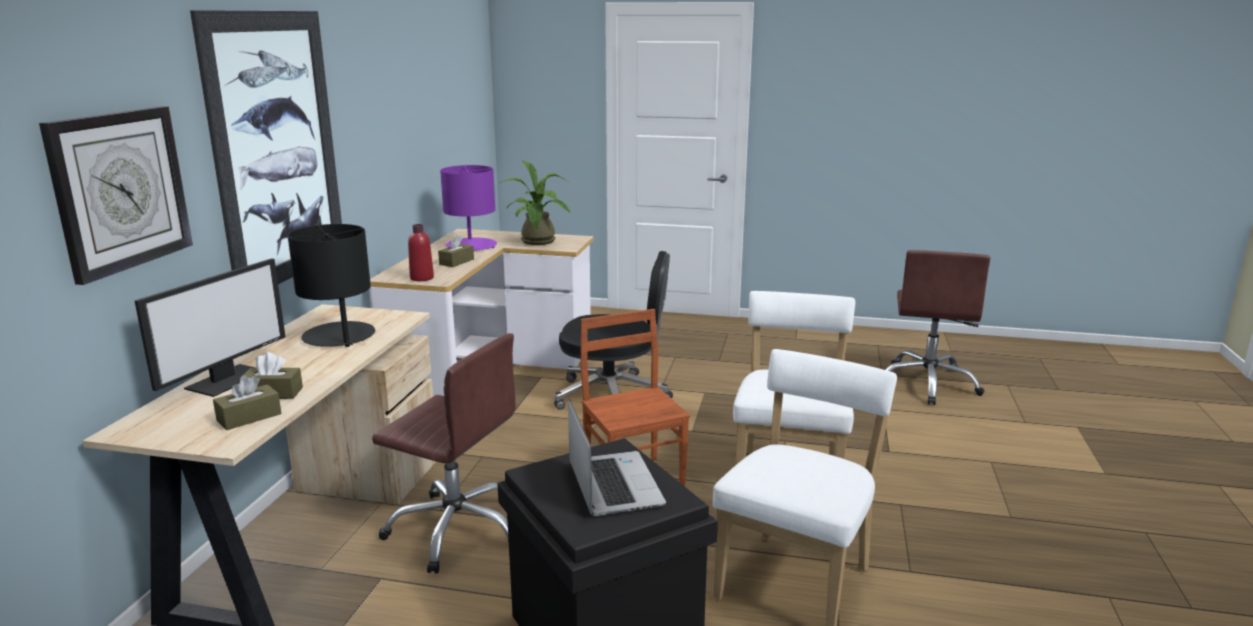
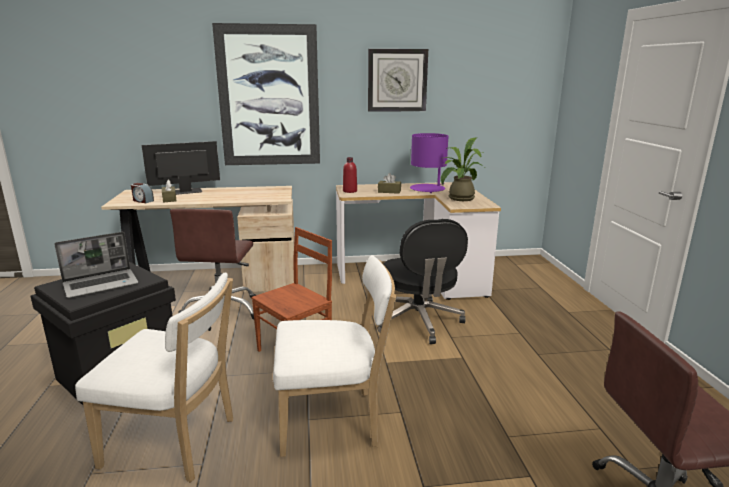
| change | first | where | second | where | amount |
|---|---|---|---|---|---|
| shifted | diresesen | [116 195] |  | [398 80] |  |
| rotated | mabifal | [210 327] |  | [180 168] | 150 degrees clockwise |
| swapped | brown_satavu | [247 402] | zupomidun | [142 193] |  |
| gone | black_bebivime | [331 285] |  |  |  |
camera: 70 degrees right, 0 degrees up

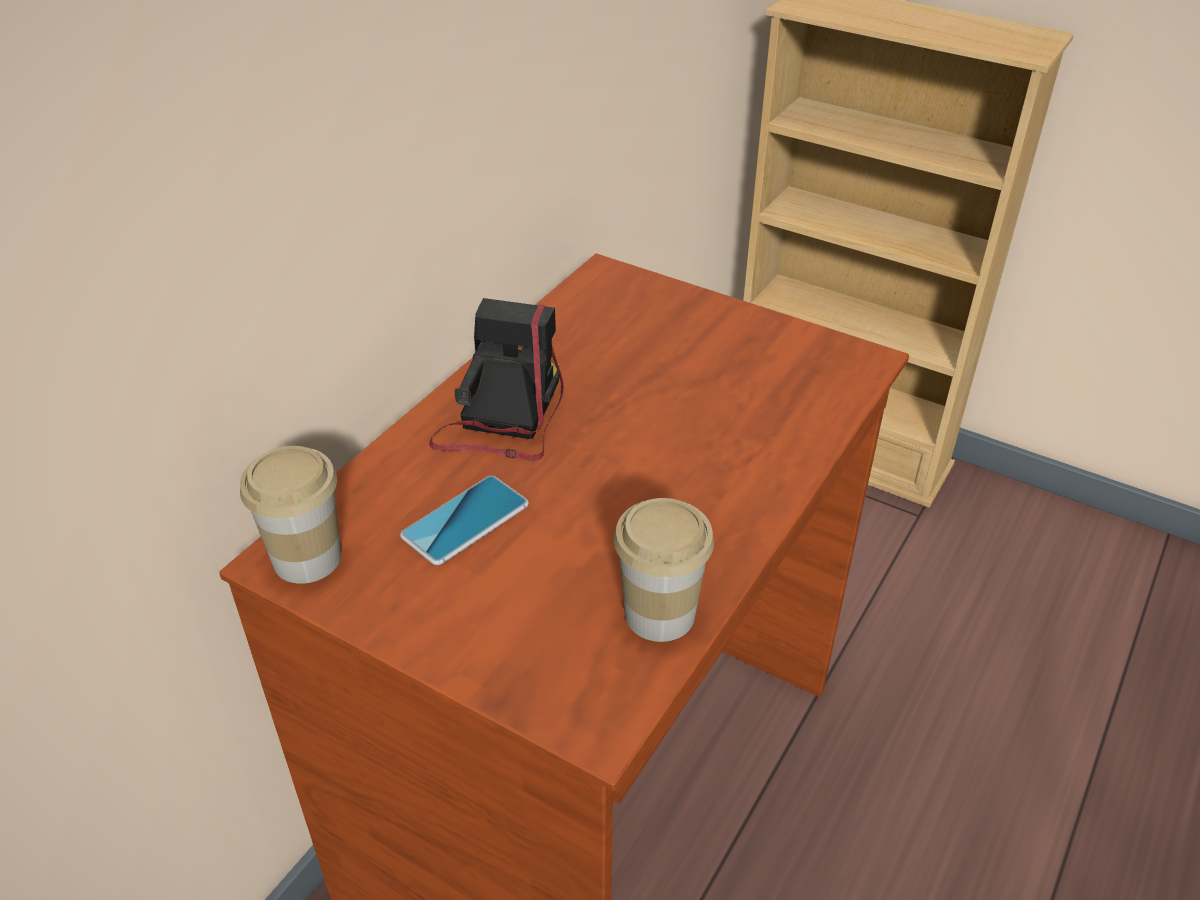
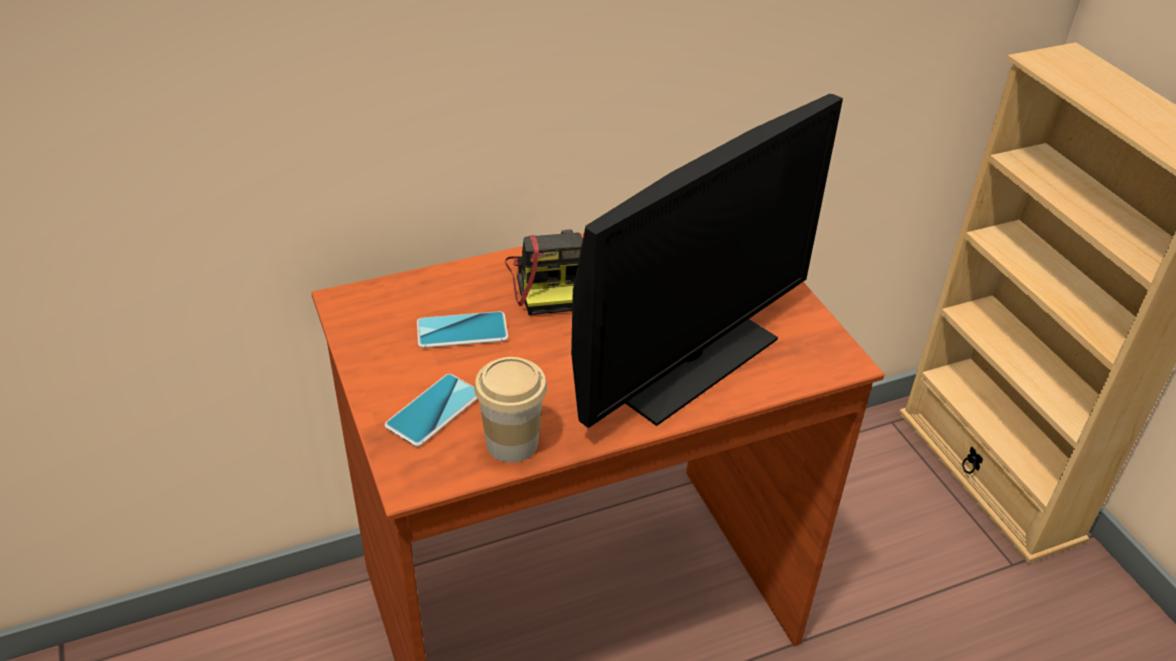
| change | first | where | second | where | amount |
|---|---|---|---|---|---|
| gone | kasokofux | [290 515] |  |  |  |
| rotated | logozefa | [496 379] |  | [544 272] | 120 degrees clockwise |
| new |  |  | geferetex | [431 410] |  |
| new |  |  | mabifal | [707 261] |  |
camera: 35 degrees right, 0 degrees up

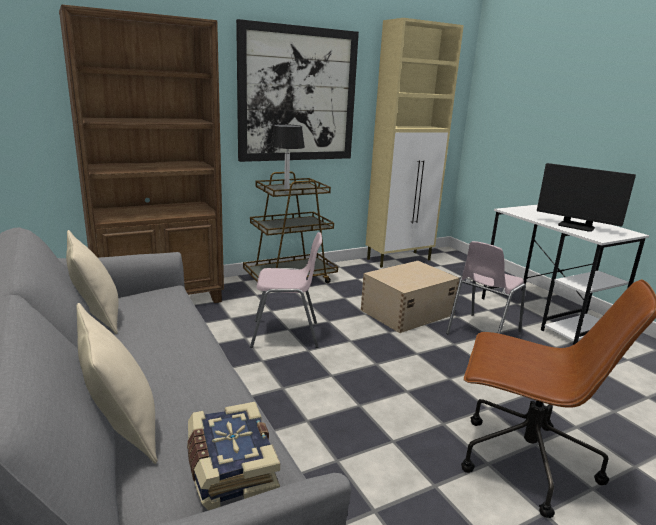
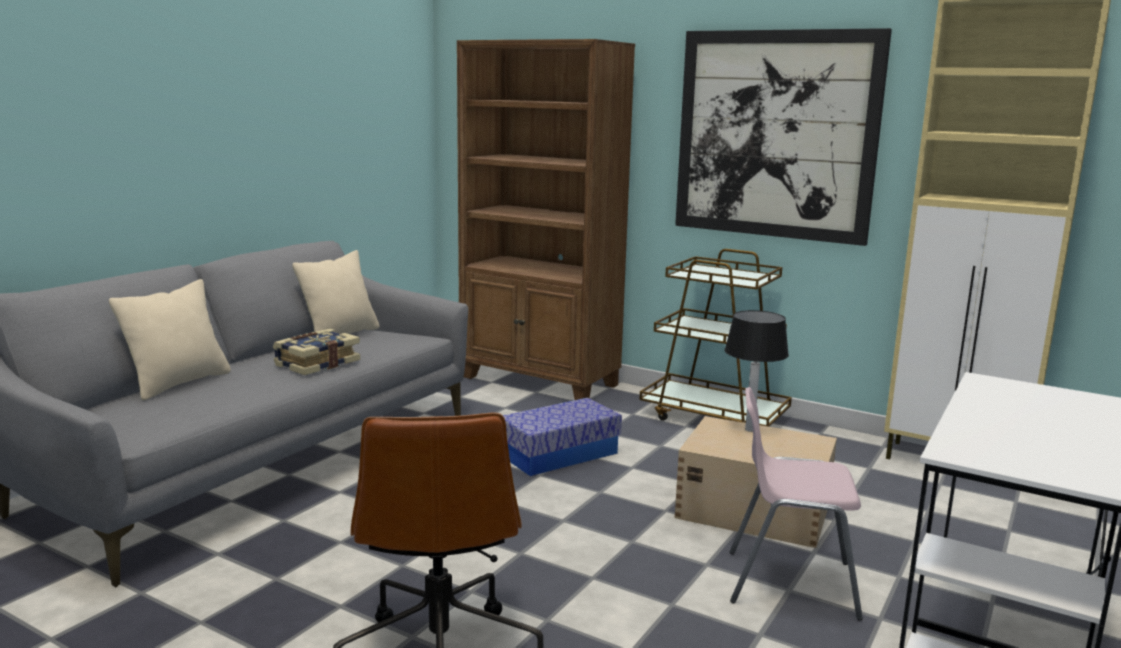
| change | first | where | second | where | amount |
|---|---|---|---|---|---|
| shifted | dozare | [233 456] |  | [316 352] |  |
| swapped | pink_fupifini | [286 290] | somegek | [562 437] |  |
| shifted | bebivime | [287 158] |  | [757 371] |  |
| gone | mabifal | [586 197] |  |  |  |
camera: 60 degrees right, 5 degrees down

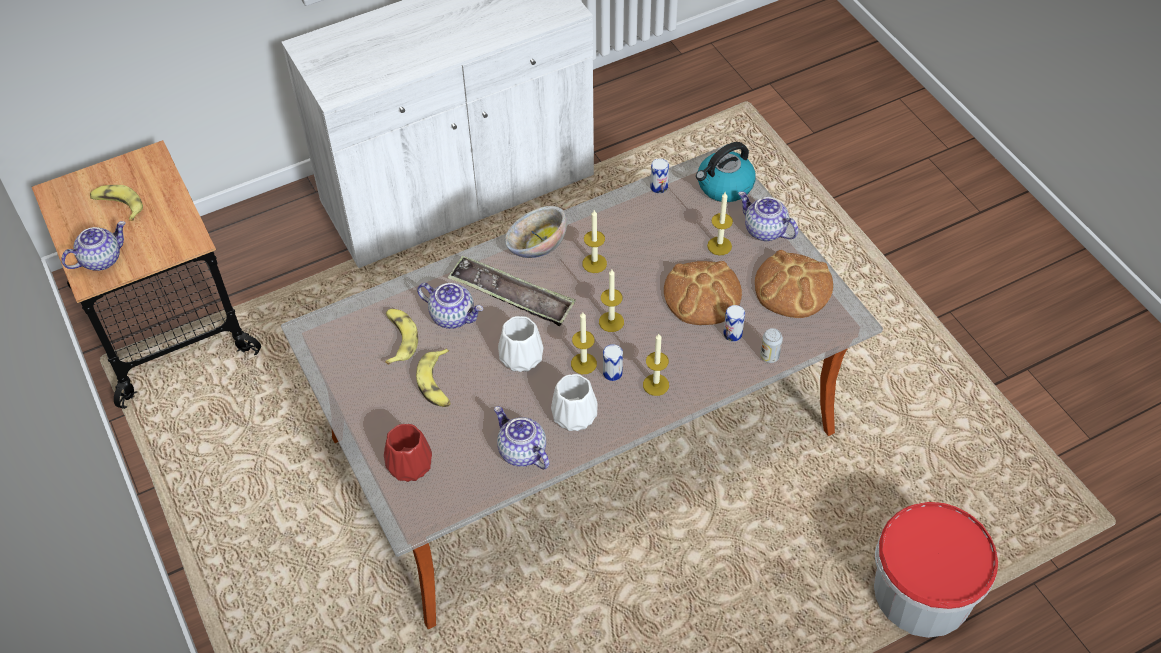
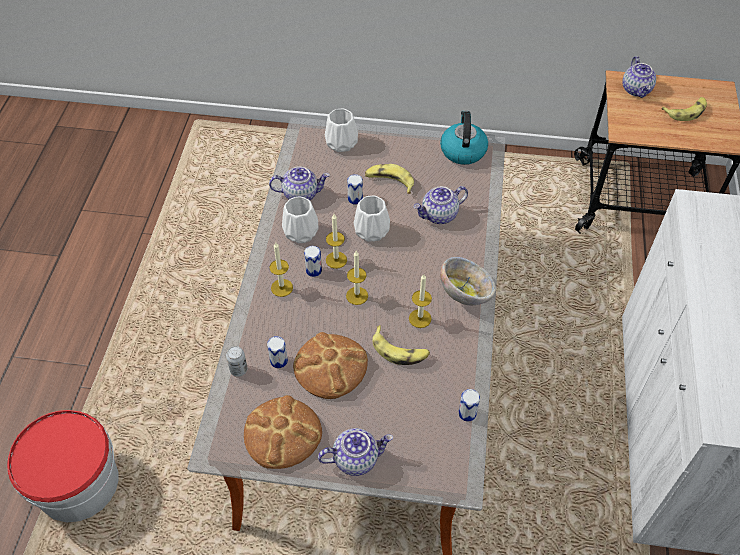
| change | first | where | second | where | amount |
|---|---|---|---|---|---|
| repainted | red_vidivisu | [408 453] | white_vidivisu | [341 130] |  |
| shifted | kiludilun | [401 337] |  | [401 345] |  |
| gone | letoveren | [511 291] |  |  |  |
| shifted | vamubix | [726 172] |  | [464 137] |  |
| gone | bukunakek | [720 223] |  |  |  |
| new |  |  | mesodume | [355 189] |  |
camera: 125 degrees right, 0 degrees up

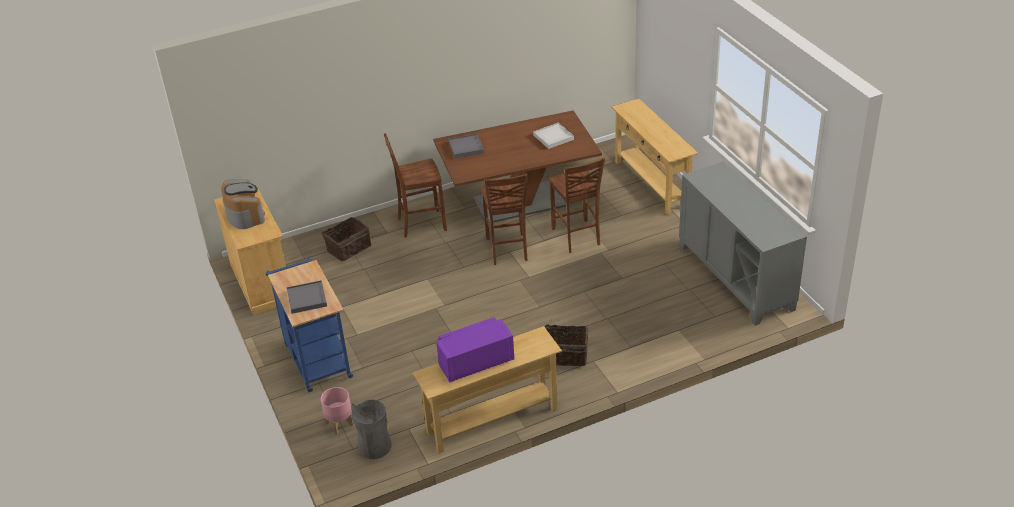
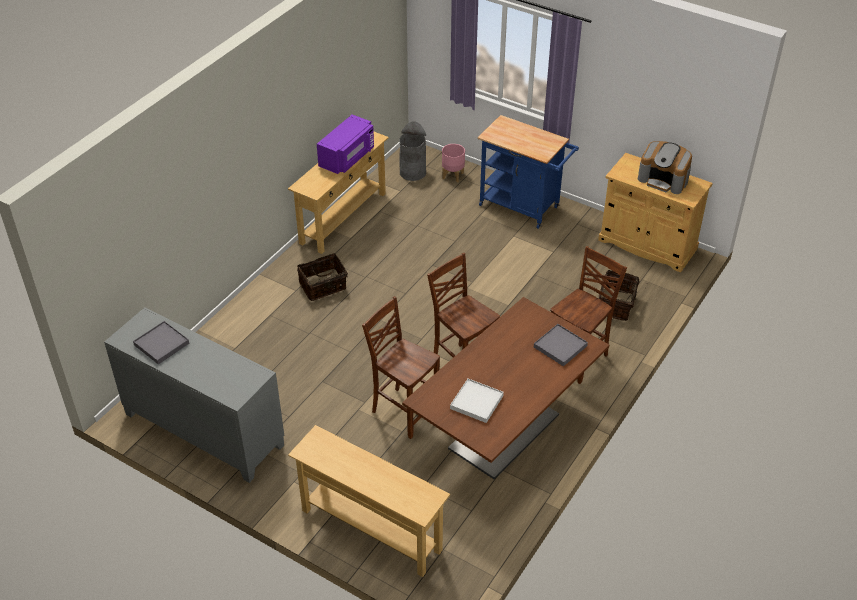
| change | first | where | second | where | amount |
|---|---|---|---|---|---|
| shifted | grey_letoveren | [307 297] |  | [161 342] |  |
camera: 145 degrees right, 5 degrees up

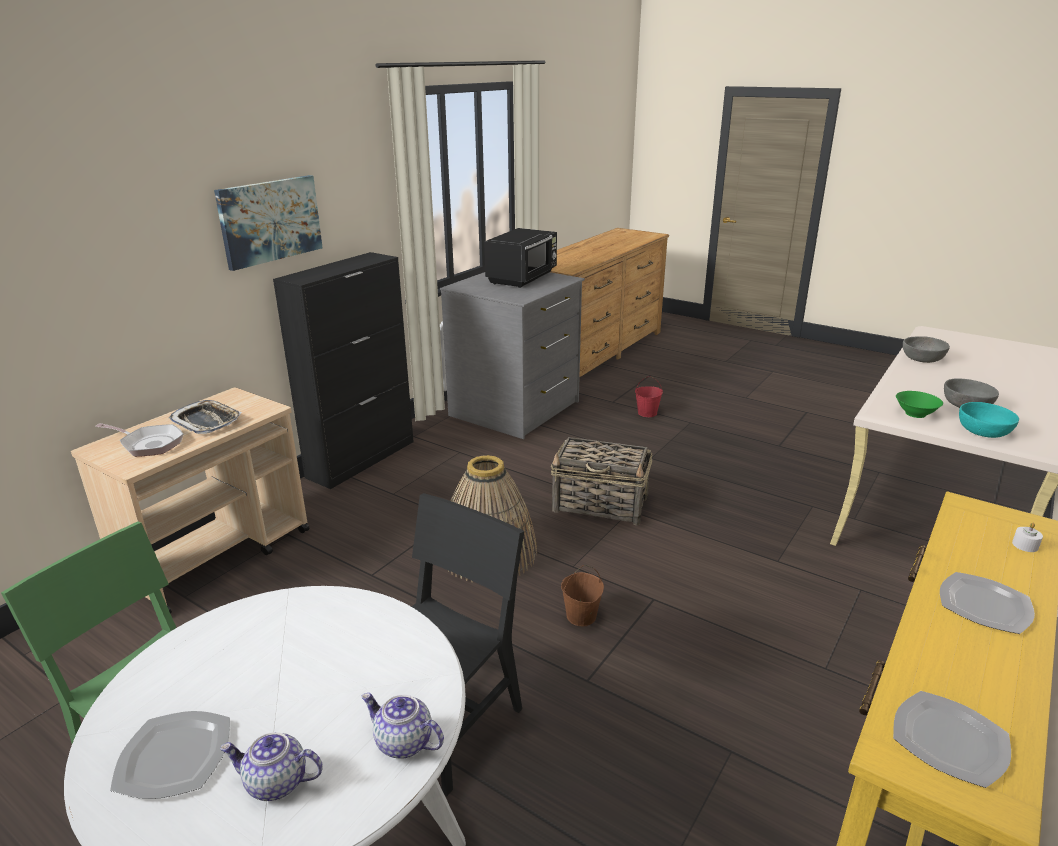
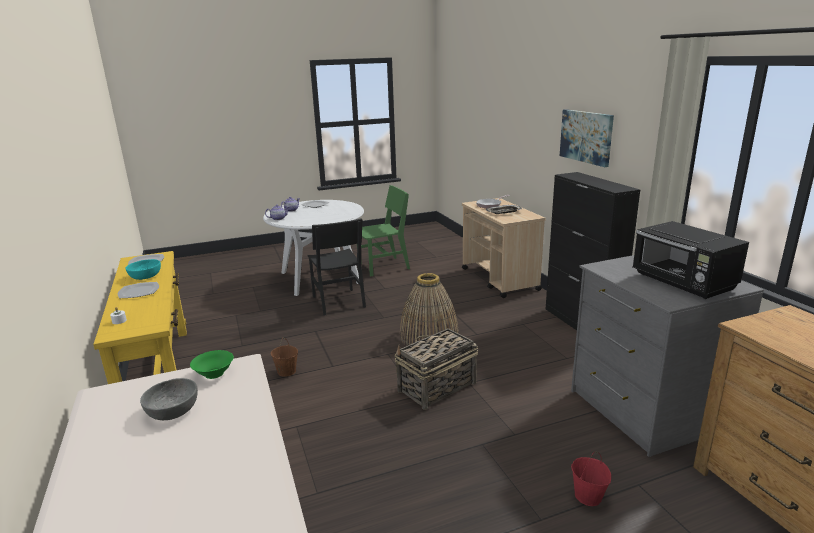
| change | first | where | second | where | amount |
|---|---|---|---|---|---|
| shifted | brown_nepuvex | [582 595] |  | [284 358] |  |
| gone | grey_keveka | [926 349] |  |  |  |
| shifted | turquoise_keveka | [989 420] |  | [143 269] |  |
camera: 125 degrees right, 5 degrees down

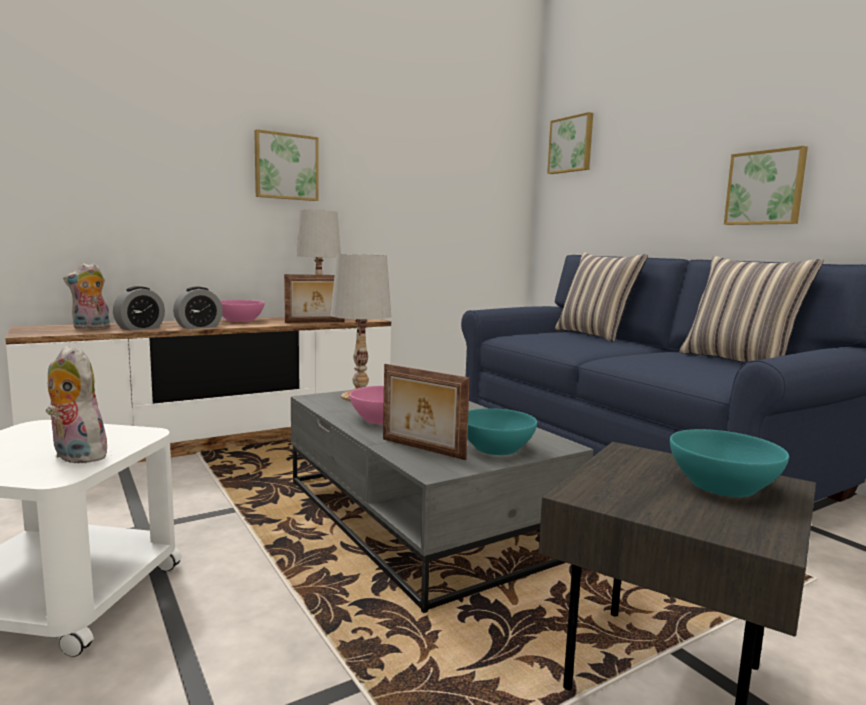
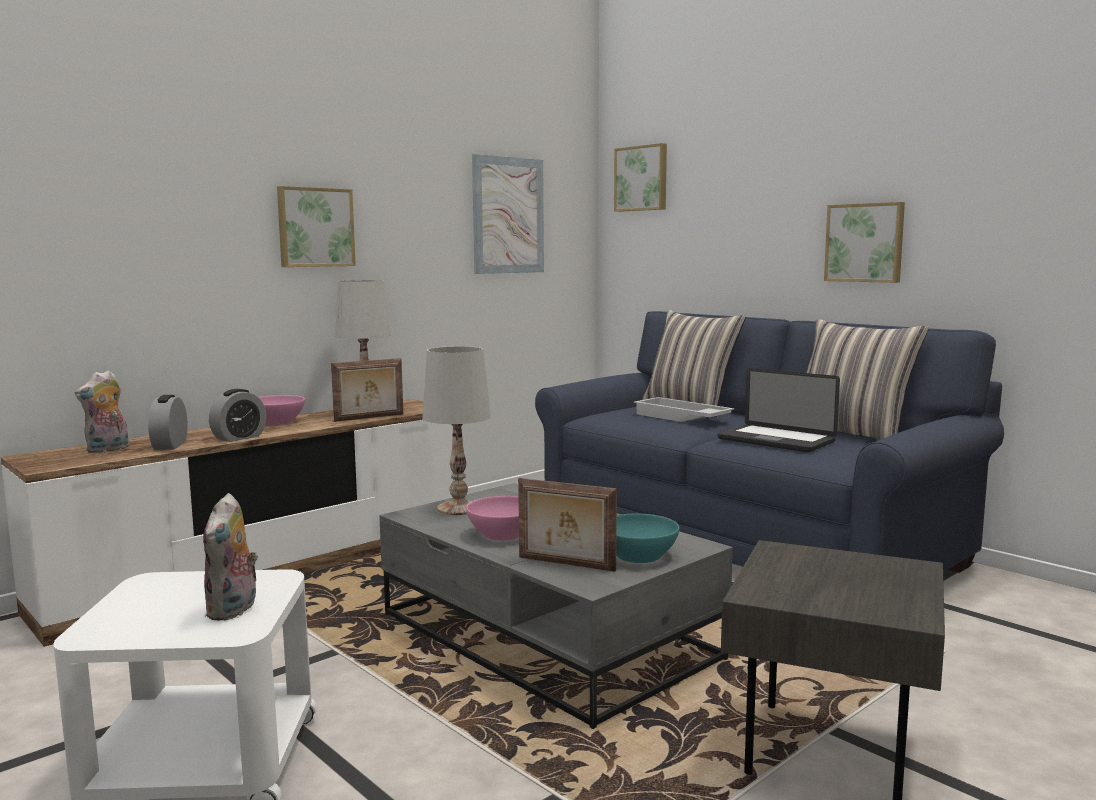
| change | first | where | second | where | amount |
|---|---|---|---|---|---|
| rotated | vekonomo | [79 404] |  | [230 557] | 105 degrees counterclockwise |
| rotated | zupomidun | [139 308] |  | [168 422] | 150 degrees clockwise |
| gone | turquoise_keveka | [729 463] |  |  |  |
| new |  |  | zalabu | [508 214] |  |
| new |  |  | white_letoveren | [684 409] |  |
| new |  |  | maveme | [779 410] |  |
camera: 10 degrees left, 0 degrees up

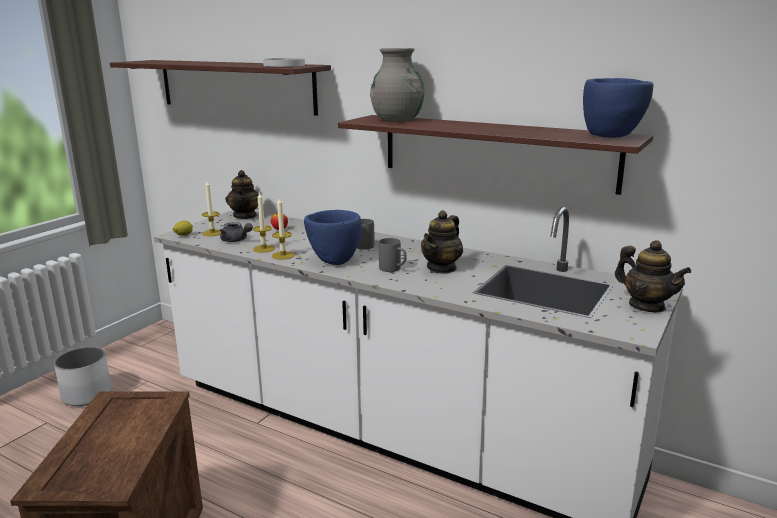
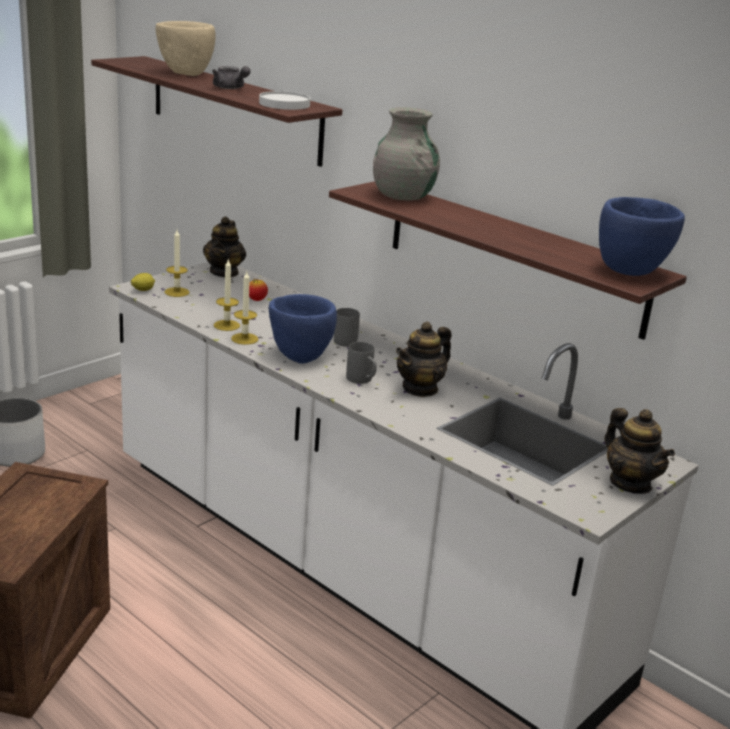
| change | first | where | second | where | amount |
|---|---|---|---|---|---|
| shifted | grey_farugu | [236 232] |  | [231 77] |  |
| new |  |  | beige_keveka | [186 48] |  |
camera: 10 degrees right, 5 degrees up

